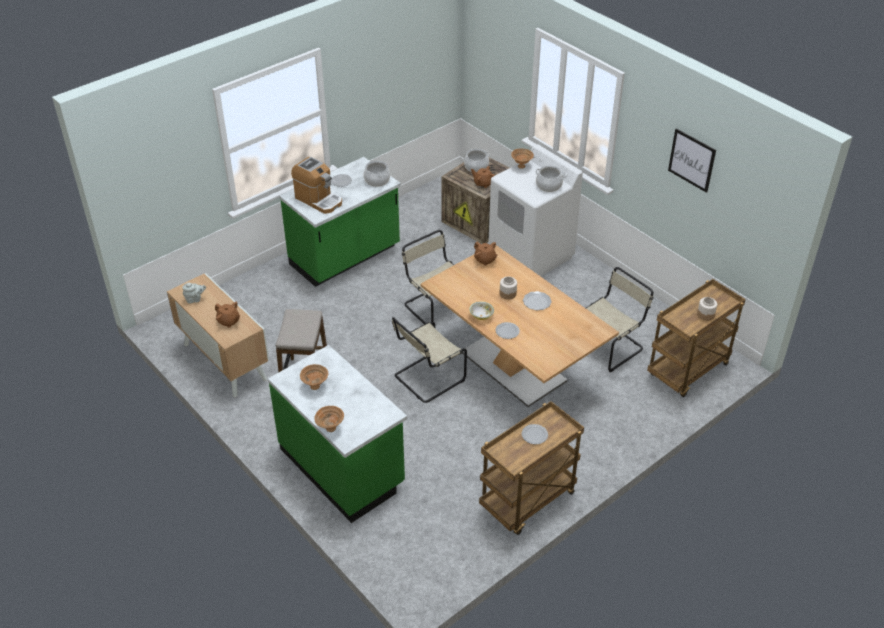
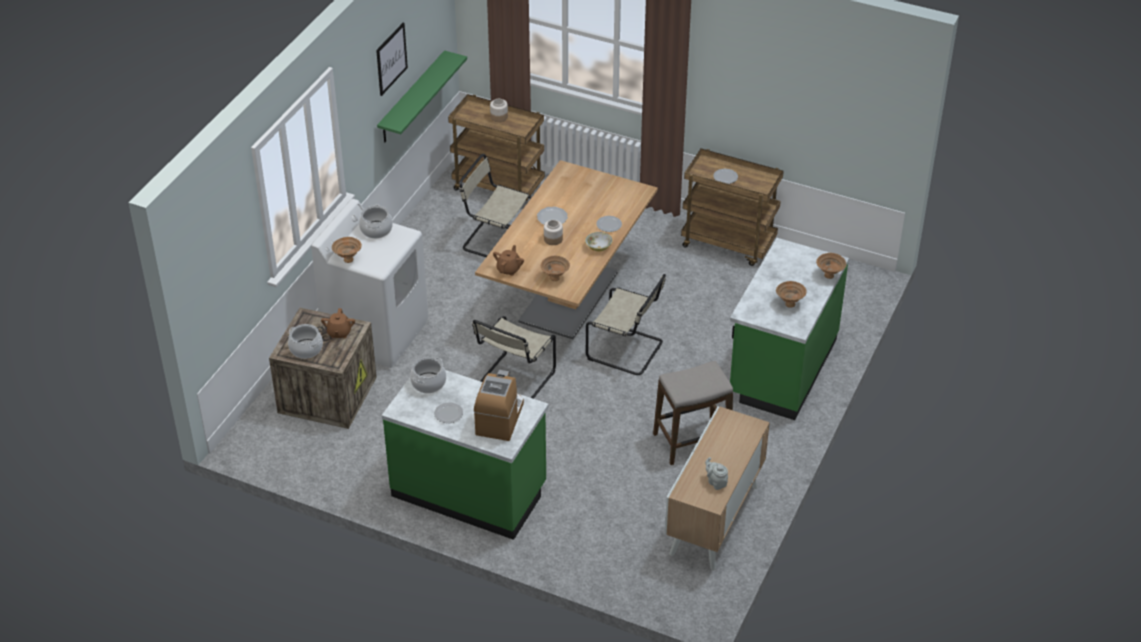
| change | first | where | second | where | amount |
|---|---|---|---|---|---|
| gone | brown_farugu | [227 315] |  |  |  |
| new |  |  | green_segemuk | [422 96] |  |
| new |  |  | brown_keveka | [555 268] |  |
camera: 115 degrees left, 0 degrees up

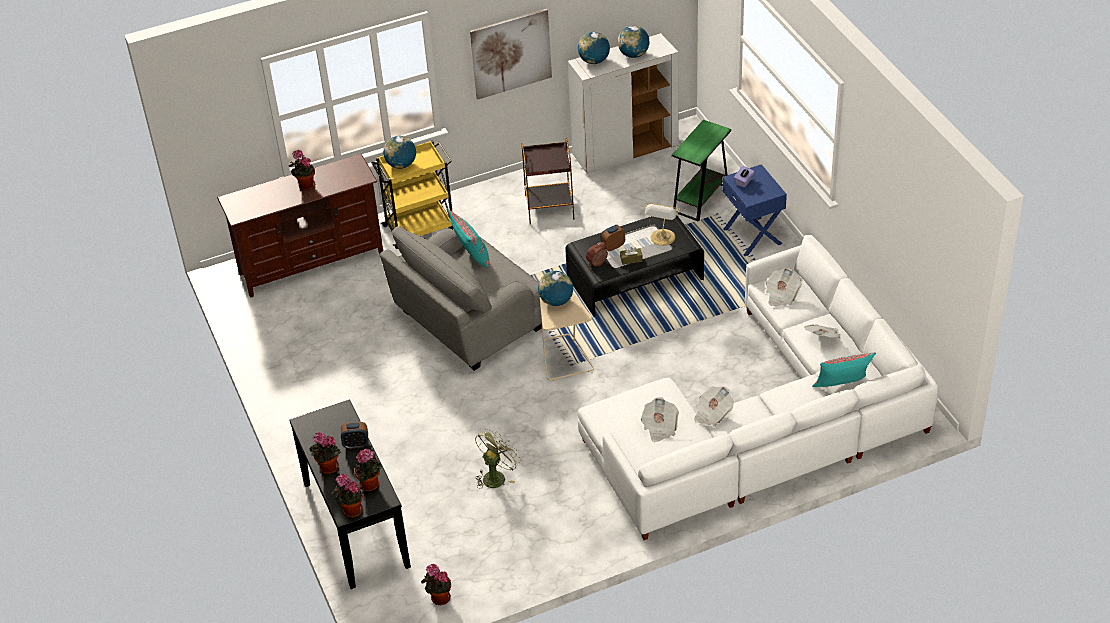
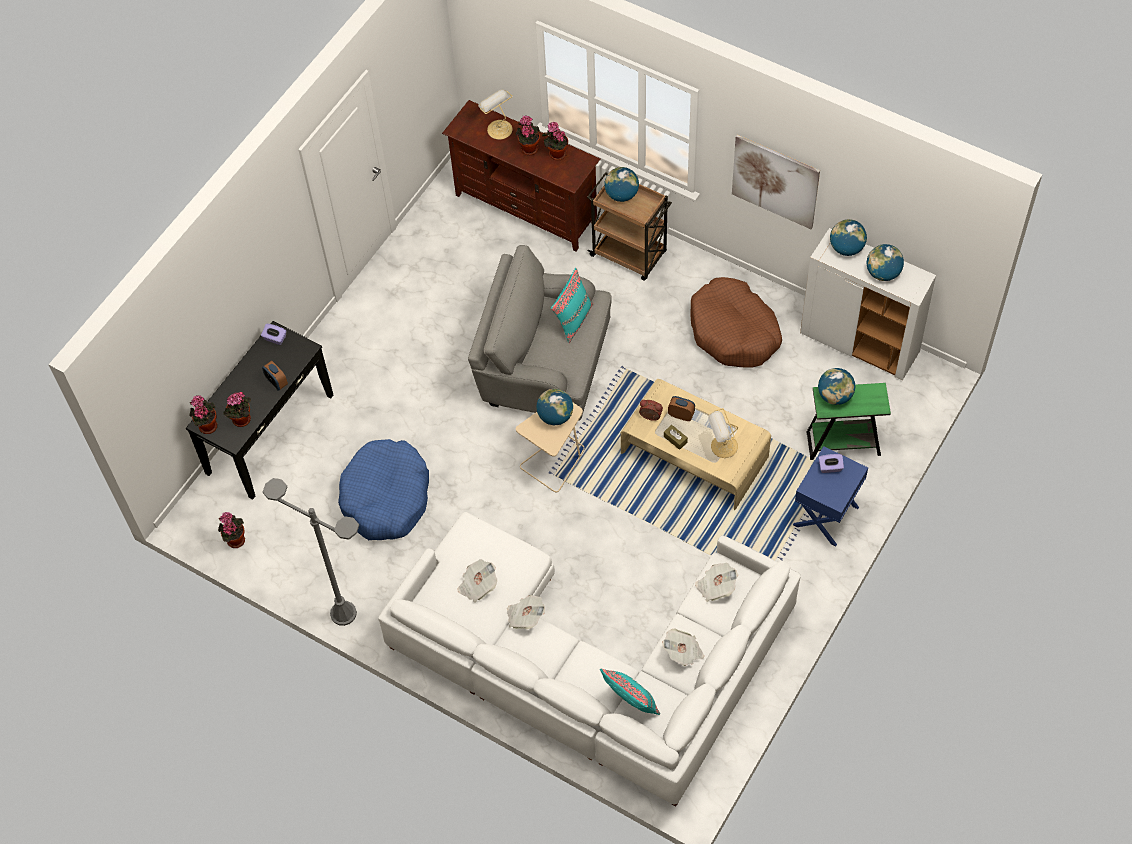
| change | first | where | second | where | amount |
|---|---|---|---|---|---|
| shifted | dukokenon | [325 453] |  | [555 141] |  |
| repainted | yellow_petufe | [412 194] | brown_petufe | [629 226] |  |
| swapped | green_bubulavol | [498 459] | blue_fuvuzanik | [383 489] |  |
| swapped | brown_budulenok | [548 181] | brown_fuvuzanik | [736 322] |  |
| repainted | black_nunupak | [634 266] | beige_nunupak | [696 444] |  |
| new |  |  | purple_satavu | [273 334] |  |
| new |  |  | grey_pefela | [311 552] |  |
| new |  |  | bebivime | [495 114] |  |
| new |  |  | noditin | [836 386] |  |
camera: 55 degrees right, 15 degrees up

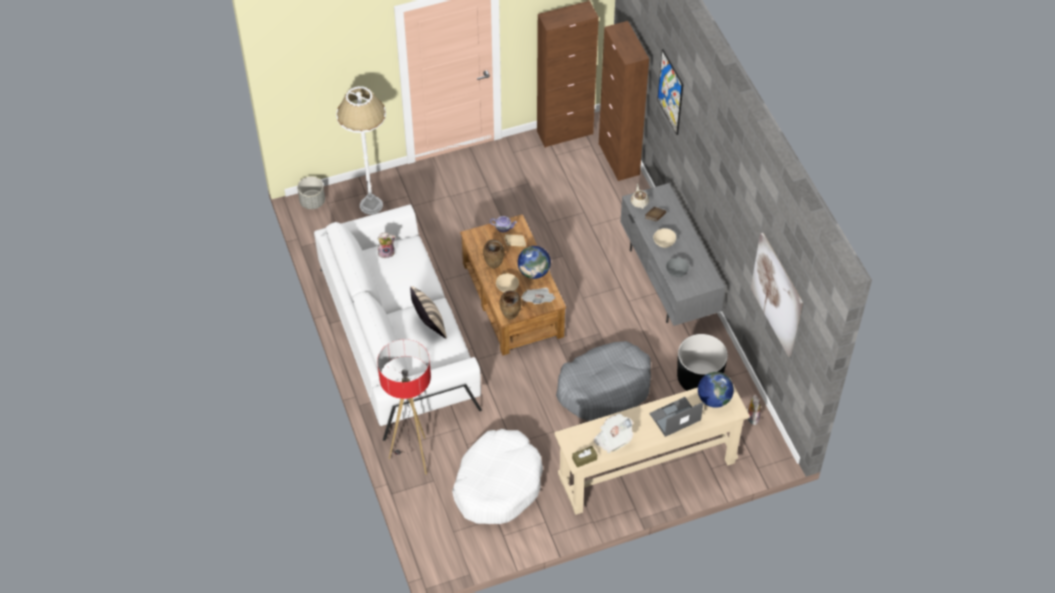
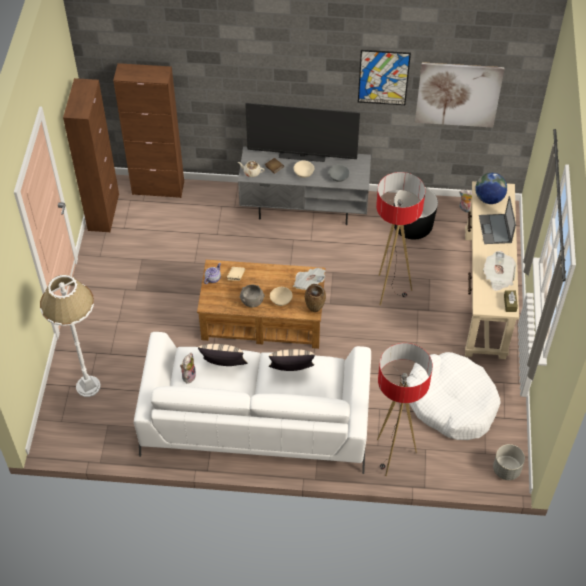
| change | first | where | second | where | amount |
|---|---|---|---|---|---|
| shifted | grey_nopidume | [311 193] |  | [509 462] |  |
| swapped | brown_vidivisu | [494 254] | grey_keveka | [252 296] |  |
| gone | noditin | [534 262] |  |  |  |
| swapped | grey_fuvuzanik | [603 381] | pefela | [400 239] |  |
| shifted | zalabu | [670 92] |  | [384 77] |  |
| new |  |  | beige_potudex | [223 355] |  |
| new |  |  | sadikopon | [302 132] |  |
camera: 65 degrees left, 0 degrees up

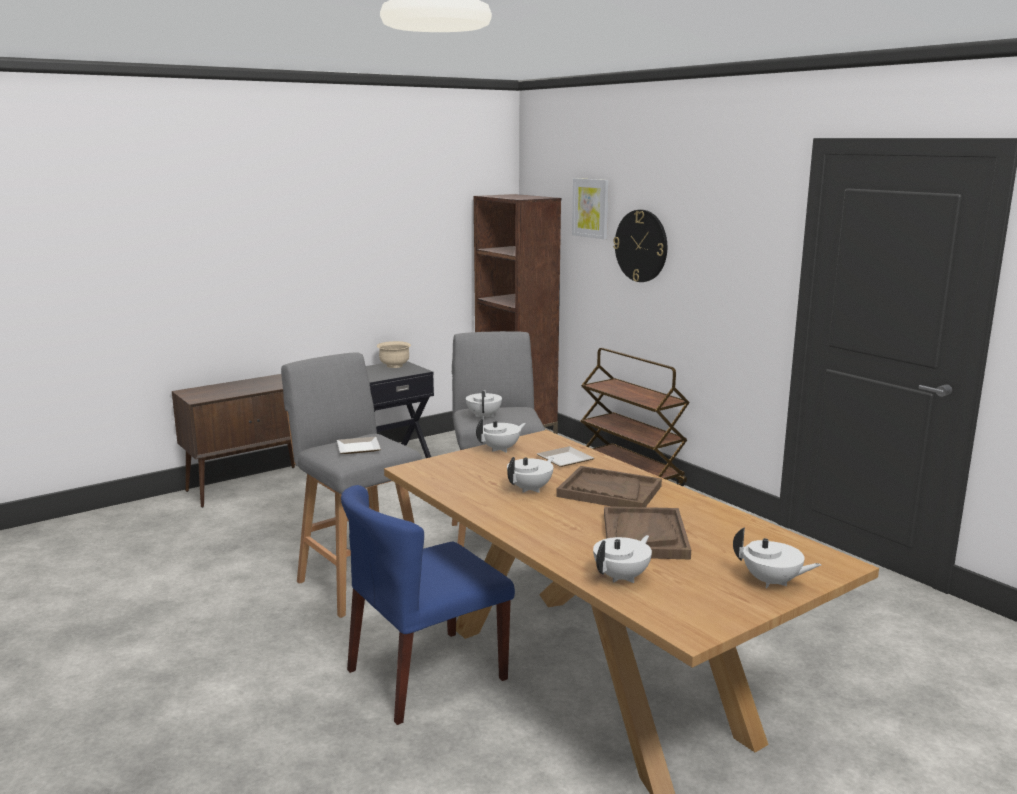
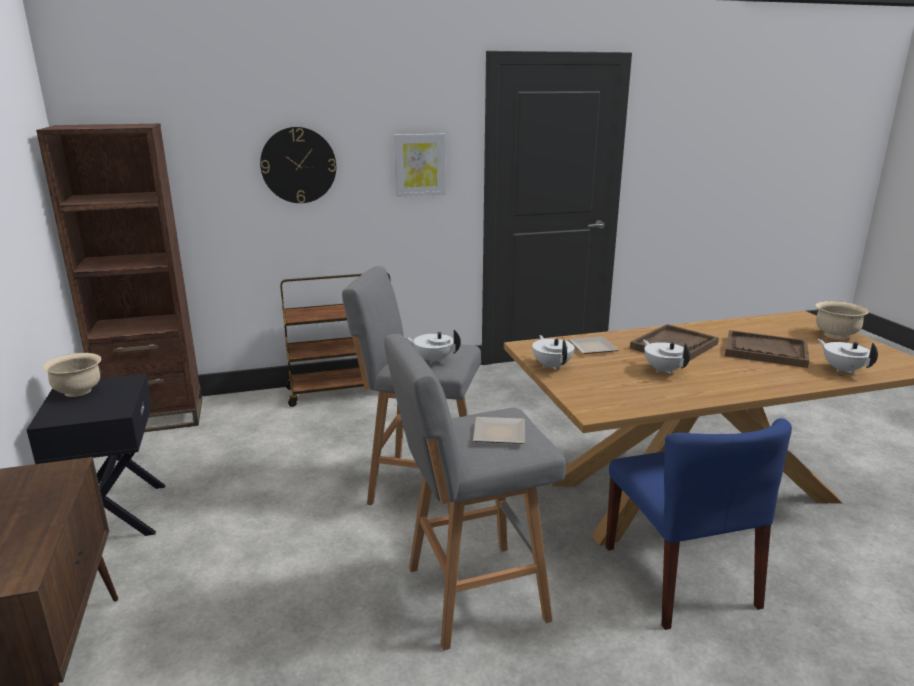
| change | first | where | second | where | amount |
|---|---|---|---|---|---|
| shifted | zalabu | [590 208] |  | [419 165] |  |
| swapped | white_farugu | [777 557] | beige_keveka | [842 320] |  |
camera: 70 degrees left, 5 degrees up

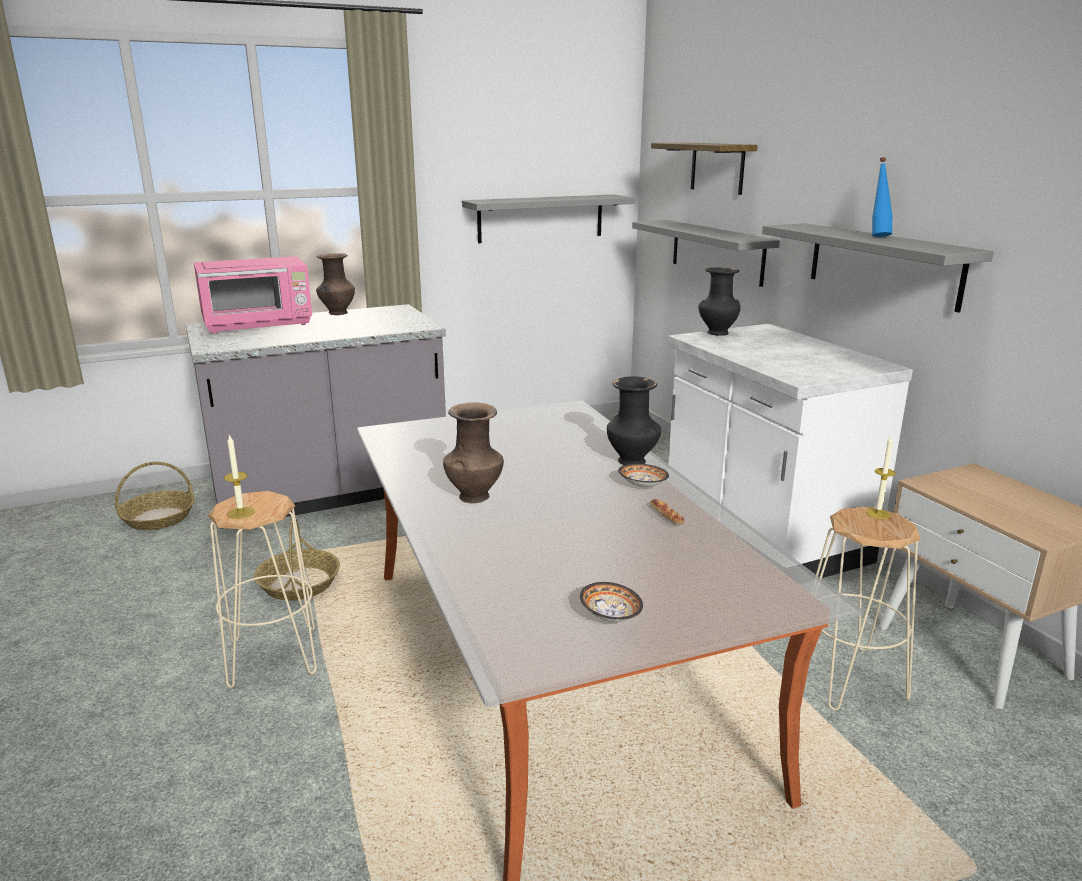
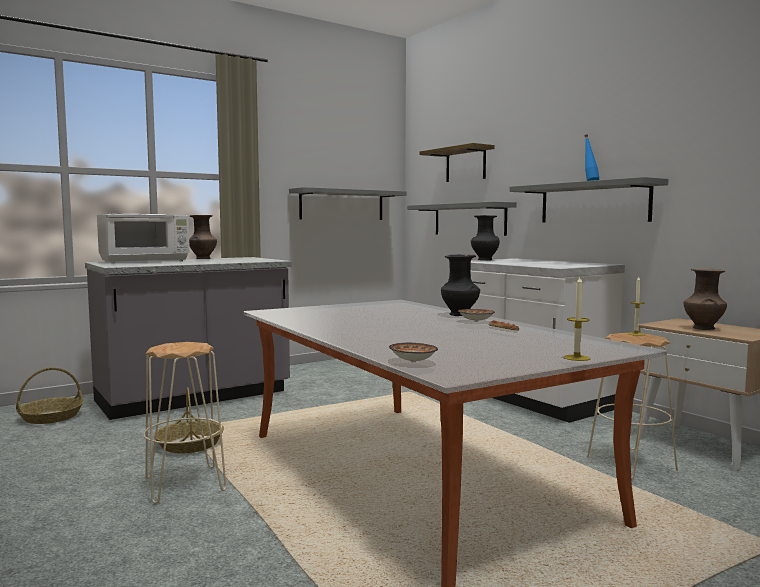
| change | first | where | second | where | amount |
|---|---|---|---|---|---|
| repainted | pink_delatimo | [253 295] | white_delatimo | [143 238] |  |
| shifted | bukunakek | [239 476] |  | [577 318] |  |
| shifted | brown_vidivisu | [473 452] |  | [705 299] |  |
| shifted | keveka | [611 602] |  | [413 353] |  |
camera: 10 degrees left, 15 degrees down

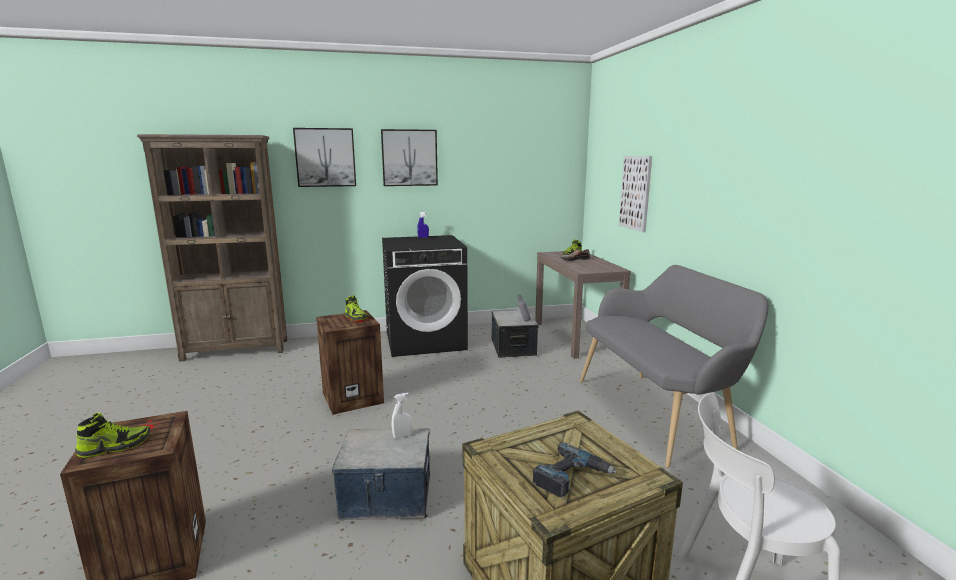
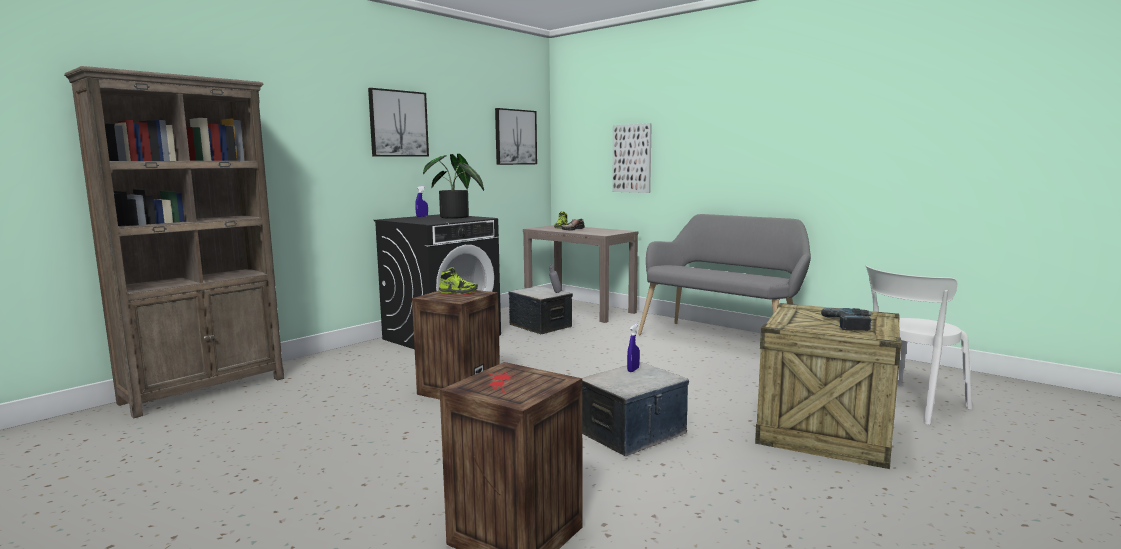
| change | first | where | second | where | amount |
|---|---|---|---|---|---|
| gone | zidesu | [113 435] |  |  |  |
| shifted | zalabu | [324 157] |  | [516 136] |  |
| repainted | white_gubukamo | [402 415] | blue_gubukamo | [633 348] |  |
| new |  |  | dukokenon | [453 186] |  |
camera: 35 degrees left, 5 degrees down

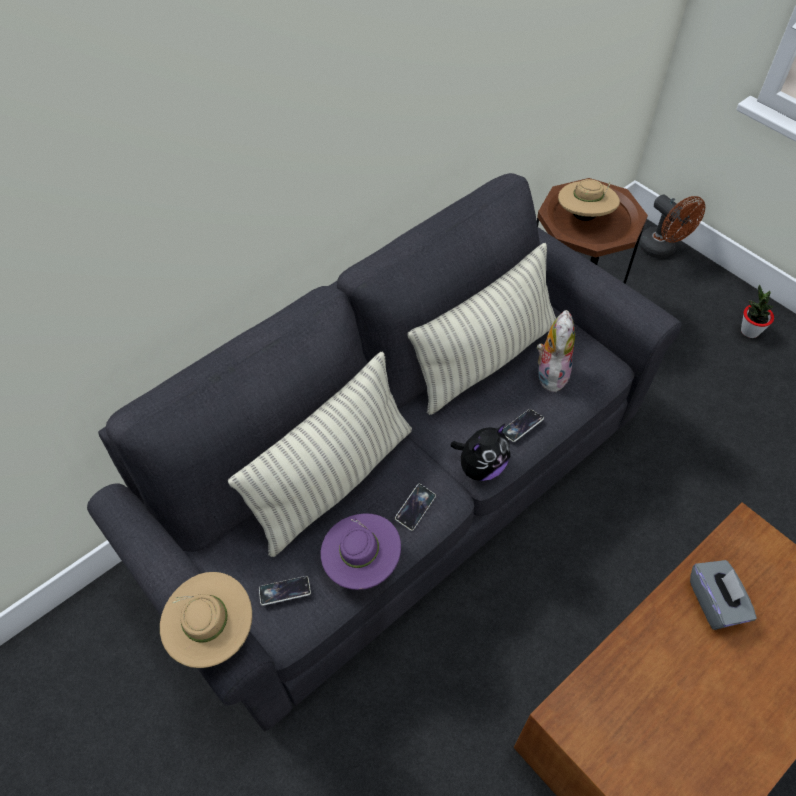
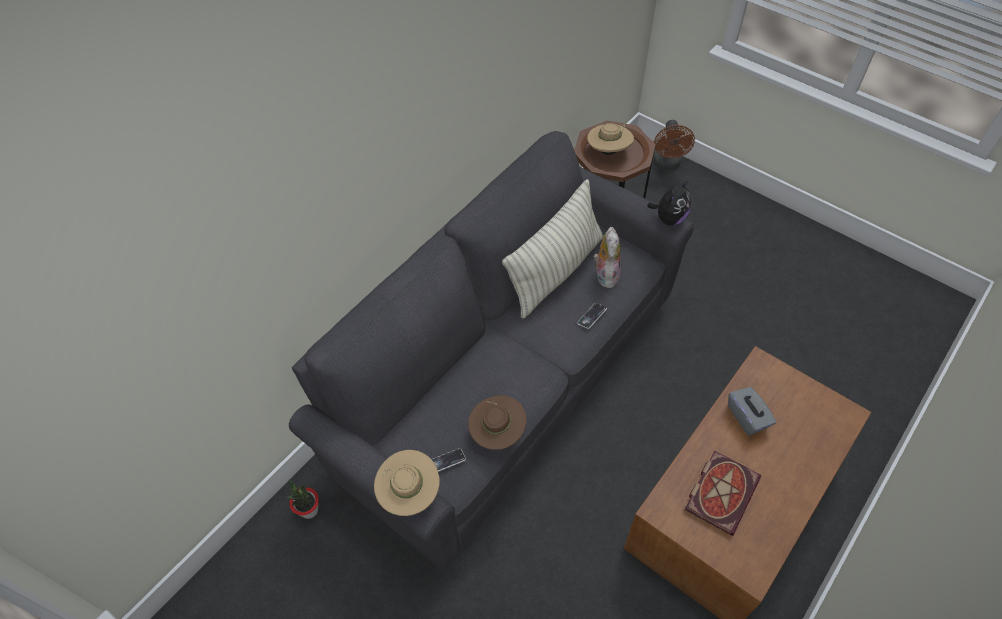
| change | first | where | second | where | amount |
|---|---|---|---|---|---|
| gone | potudex | [320 454] |  |  |  |
| repainted | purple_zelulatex | [361 552] | brown_zelulatex | [497 422] |  |
| gone | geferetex | [415 507] |  |  |  |
| shifted | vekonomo | [480 452] |  | [669 203] |  |
| rotated | brown_bubulavol | [671 226] |  | [674 145] | 45 degrees clockwise |
| shifted | dukokenon | [757 311] |  | [303 499] |  |
| new |  |  | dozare | [722 493] |  |
camera: 10 degrees left, 0 degrees up

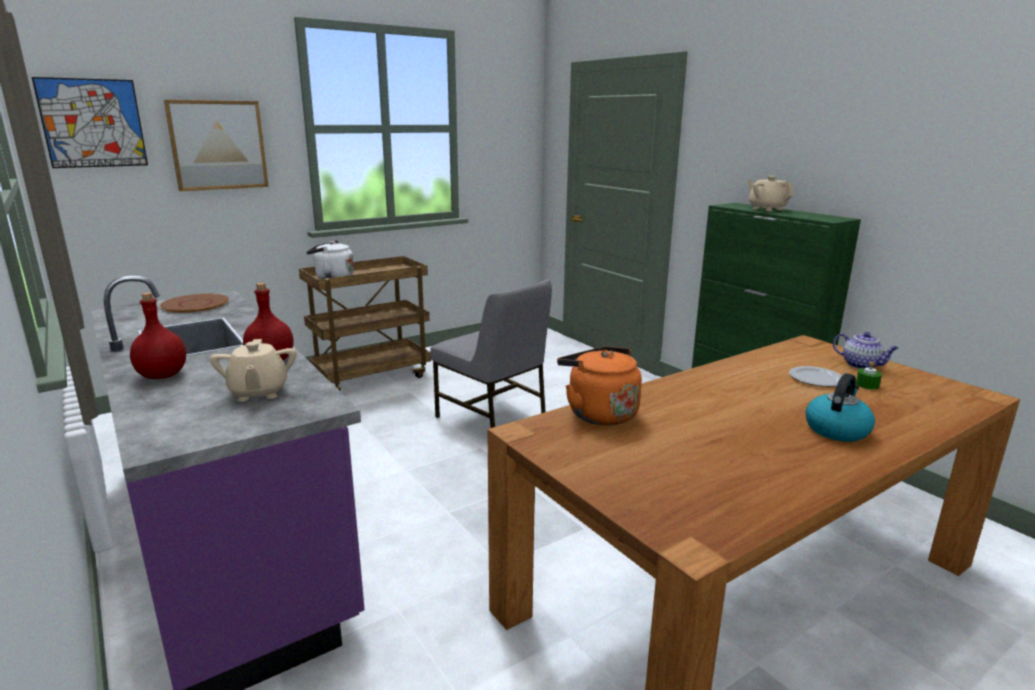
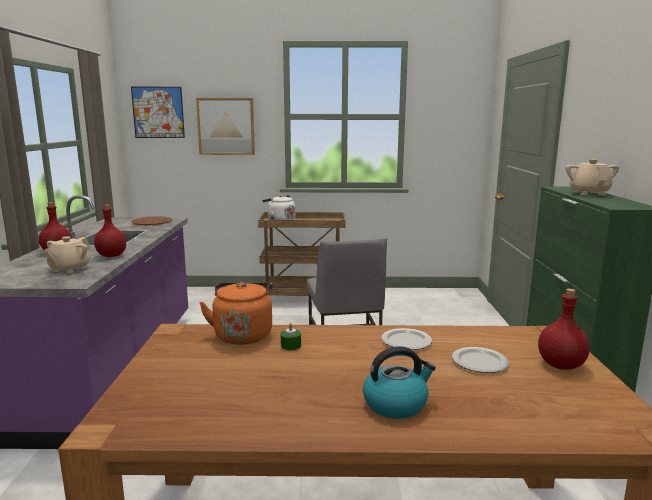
| change | first | where | second | where | amount |
|---|---|---|---|---|---|
| swapped | farugu | [866 350] | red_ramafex | [564 329] |  |
| shifted | green_bukunakek | [869 376] |  | [291 336] |  |
| new |  |  | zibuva | [406 339] |  |
camera: 35 degrees right, 5 degrees down

